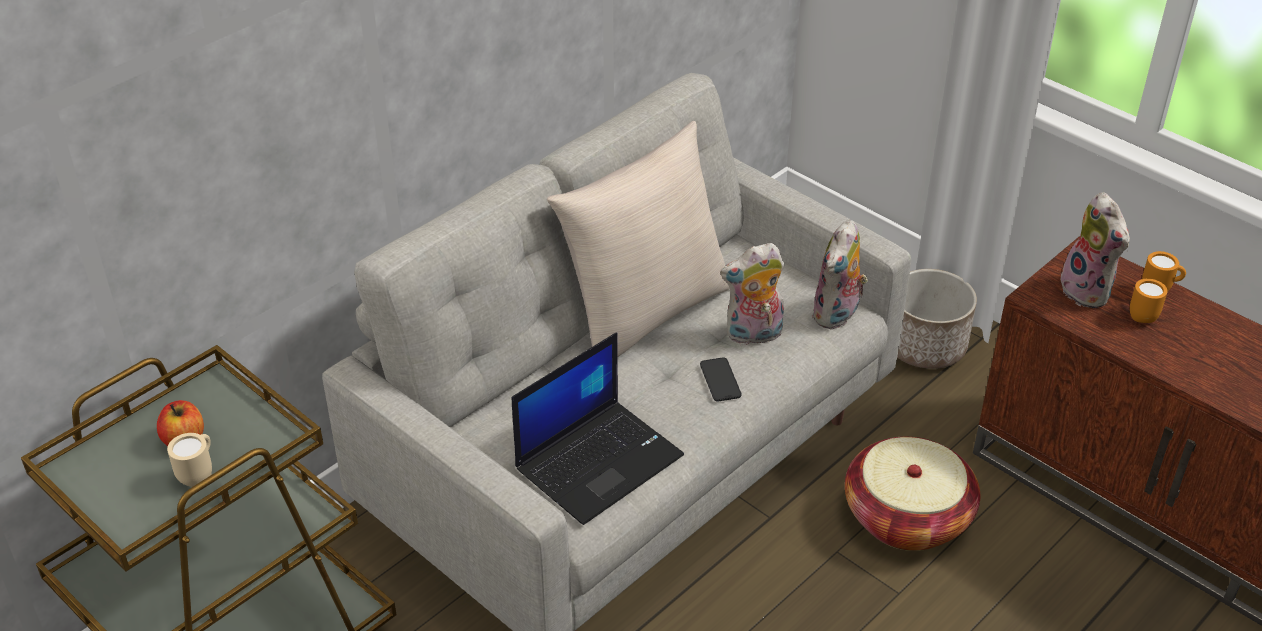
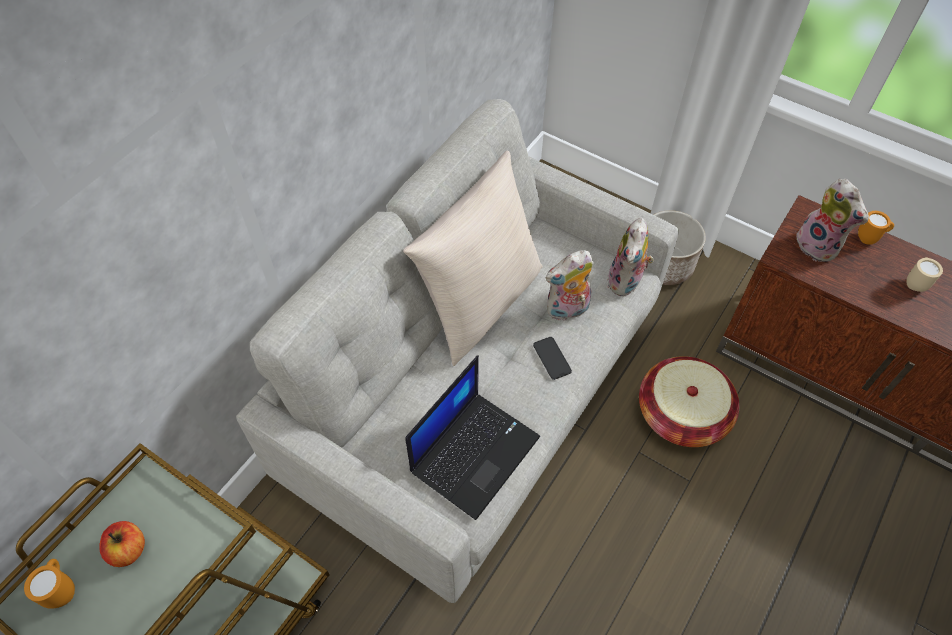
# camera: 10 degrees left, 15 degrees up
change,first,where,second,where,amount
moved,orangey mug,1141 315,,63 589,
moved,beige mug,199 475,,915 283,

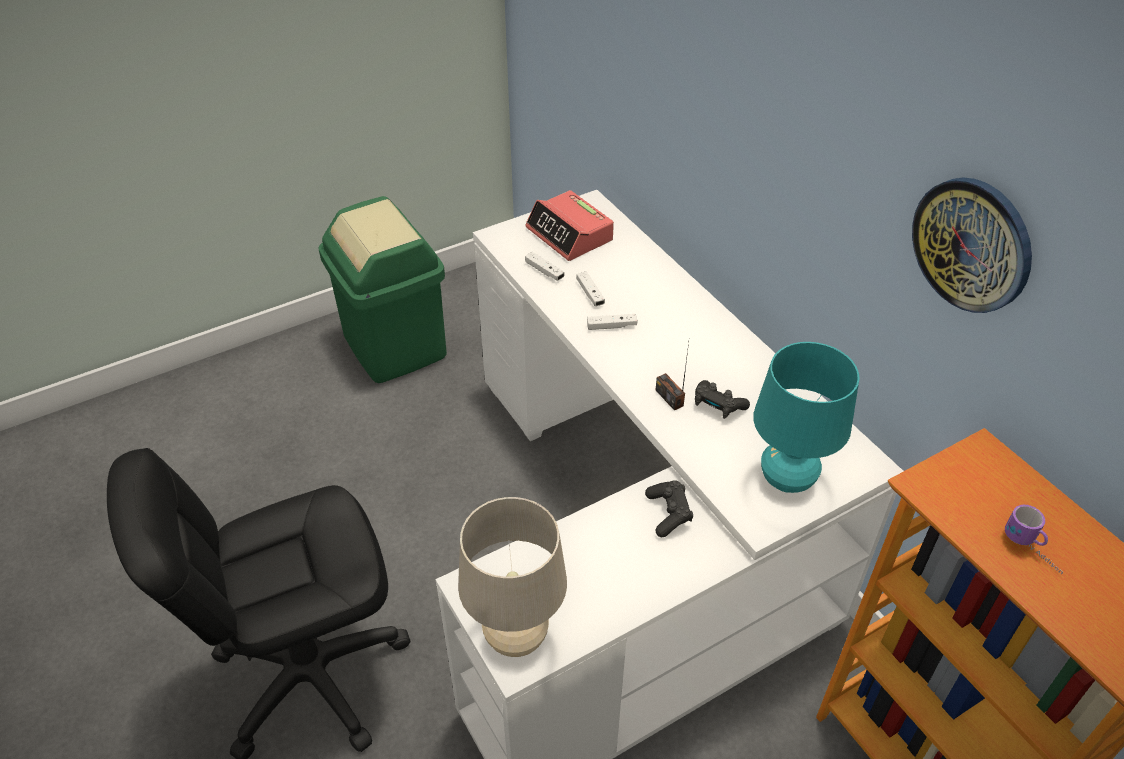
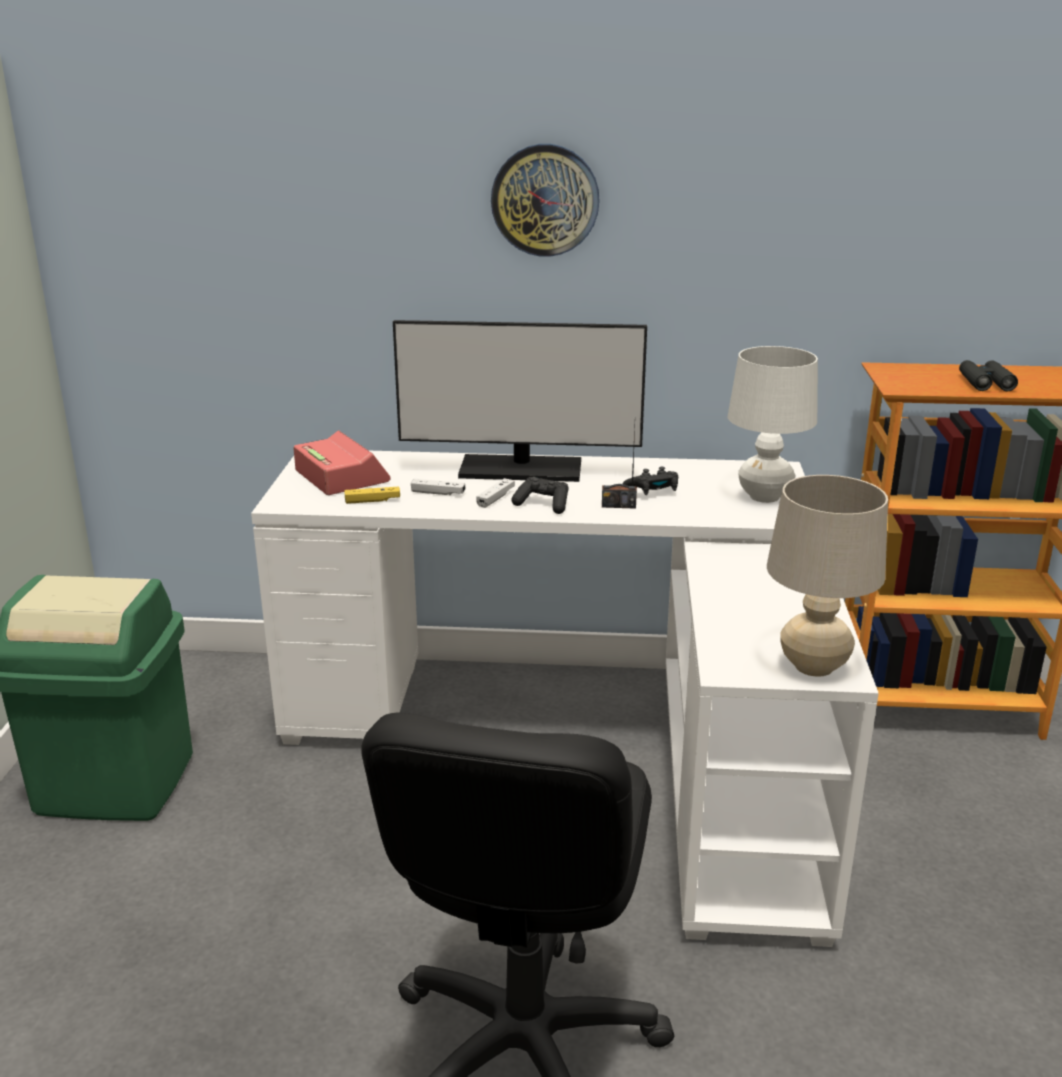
# camera: 55 degrees left, 20 degrees down
change,first,where,second,where,amount
turned,alarm clock,569 234,,341 476,120 degrees counterclockwise
recoloured,white-coloured game controller,544 271,yellowish game controller,372 501,
added,,,computer screen,520 469,
moved,hanging clock,972 244,,545 200,
moved,black-coloured game controller,668 513,,543 505,
recoloured,blue-green table lamp,787 480,white-coloured table lamp,764 497,
replaced,mug,1031 552,black-coloured pair of binoculars,985 383,

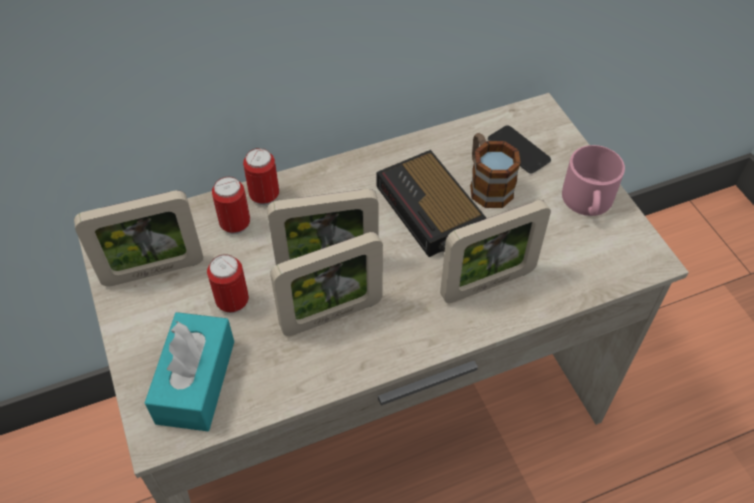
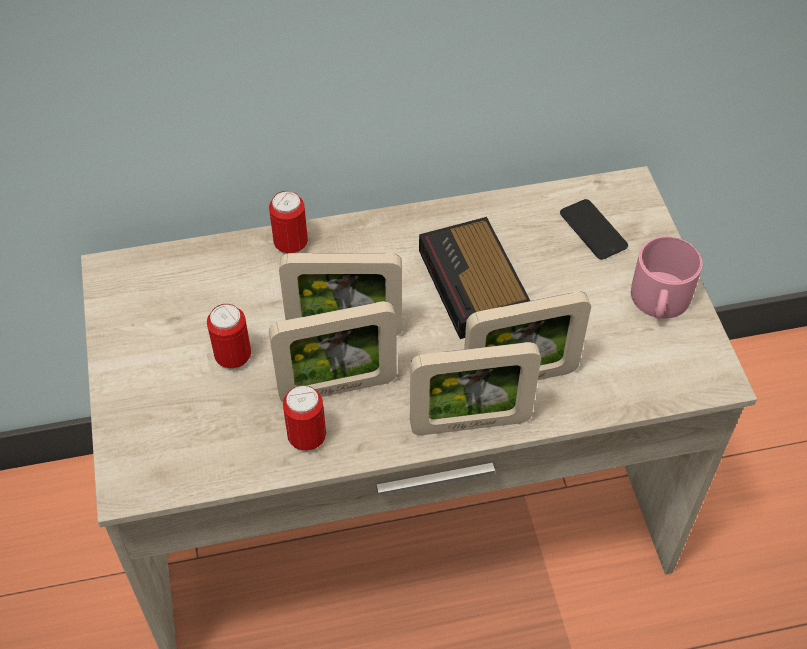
# camera: 10 degrees right, 0 degrees up
change,first,where,second,where,amount
moved,metal can,235 224,,307 438,
moved,picture frame,153 271,,470 423,
removed,blue-green box of tissues,195 381,,,
removed,mug,487 184,,,

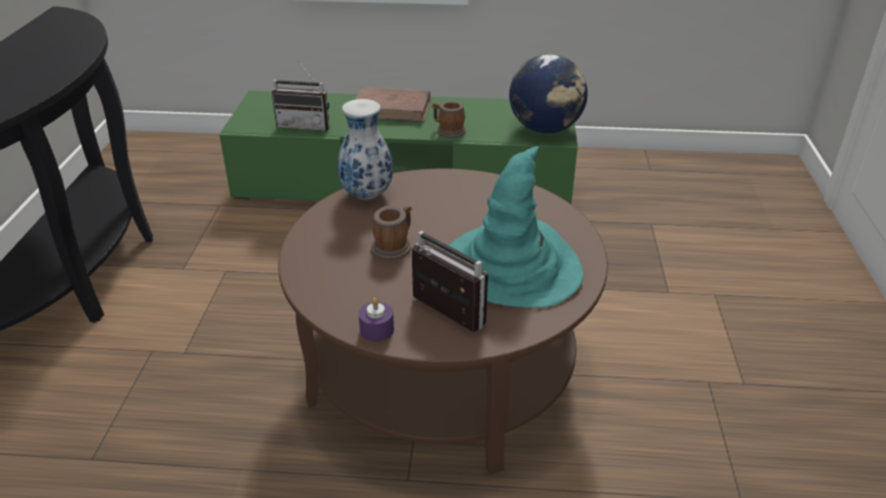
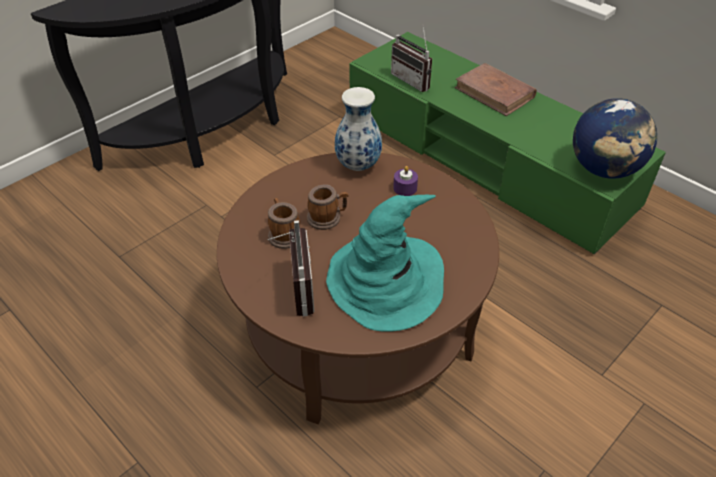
# camera: 40 degrees right, 10 degrees up
change,first,where,second,where,amount
moved,mug,448 131,,284 234,
moved,purple-coloured wax candle,376 330,,405 188,

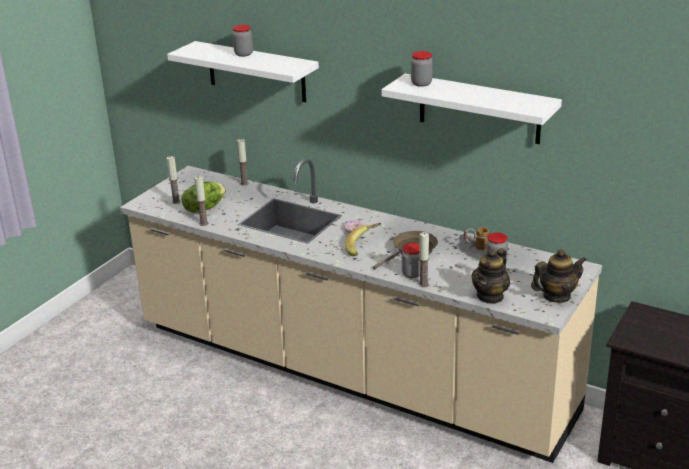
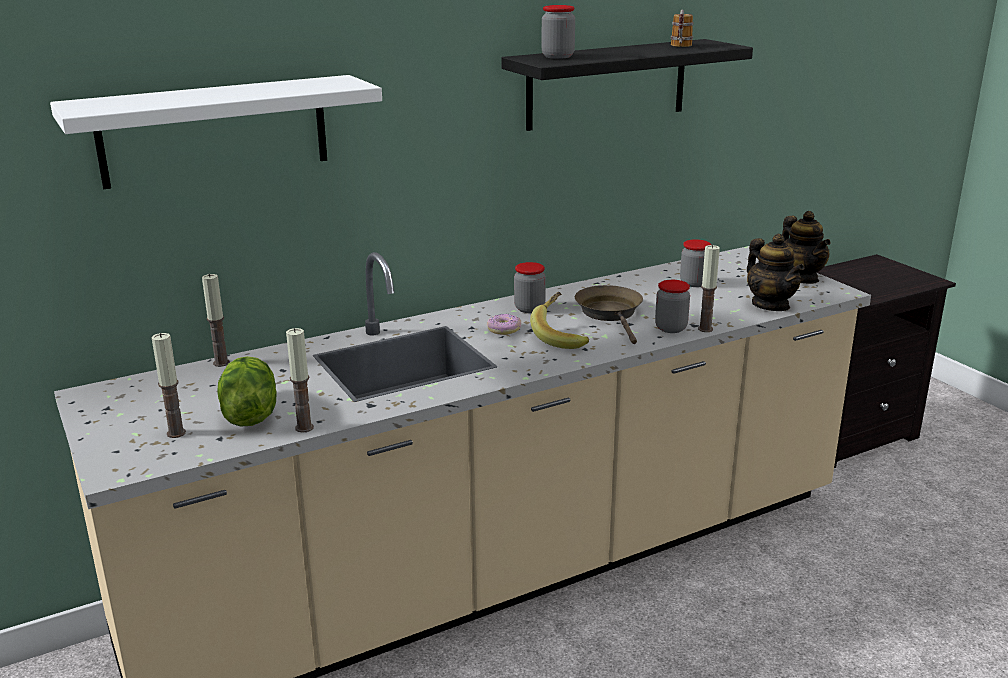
# camera: 60 degrees left, 5 degrees down
change,first,where,second,where,amount
recoloured,white-coloured shelf,479 109,black-coloured shelf,607 84,
moved,preserve jar,243 54,,529 308,
moved,mug,476 248,,680 47,
turned,teapot,556 296,,801 278,150 degrees clockwise

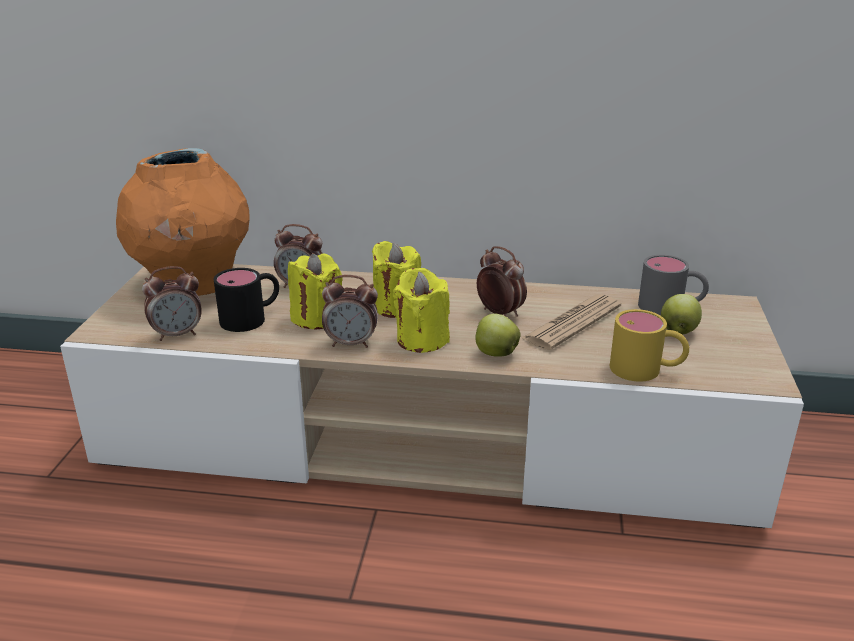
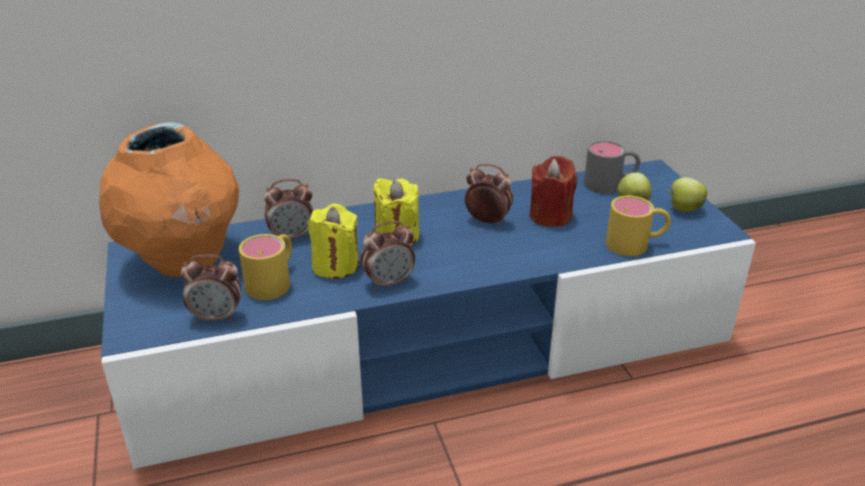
# camera: 25 degrees left, 5 degrees up
change,first,where,second,where,amount
recoloured,beige tv stand,427 440,bluish tv stand,432 347,
turned,alarm clock,178 334,,217 317,45 degrees clockwise
recoloured,black-coloured mug,252 317,yellowish mug,274 280,
replaced,printed paper,572 323,red wax candle,550 216,
moved,whole apple,495 353,,683 209,
removed,yellowish wax candle,422 340,,,

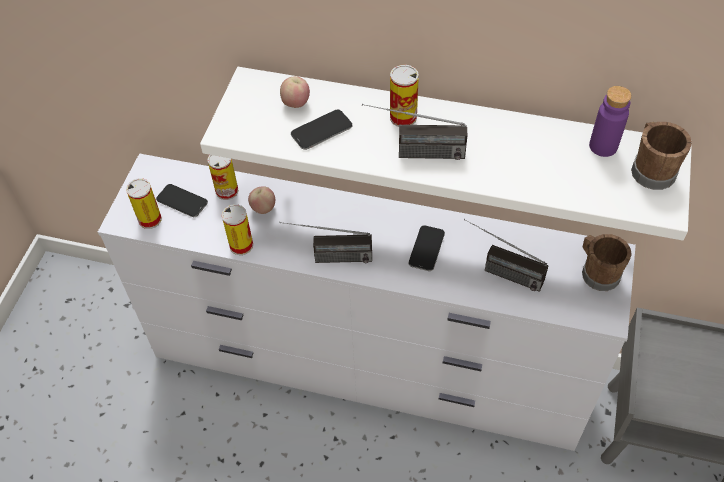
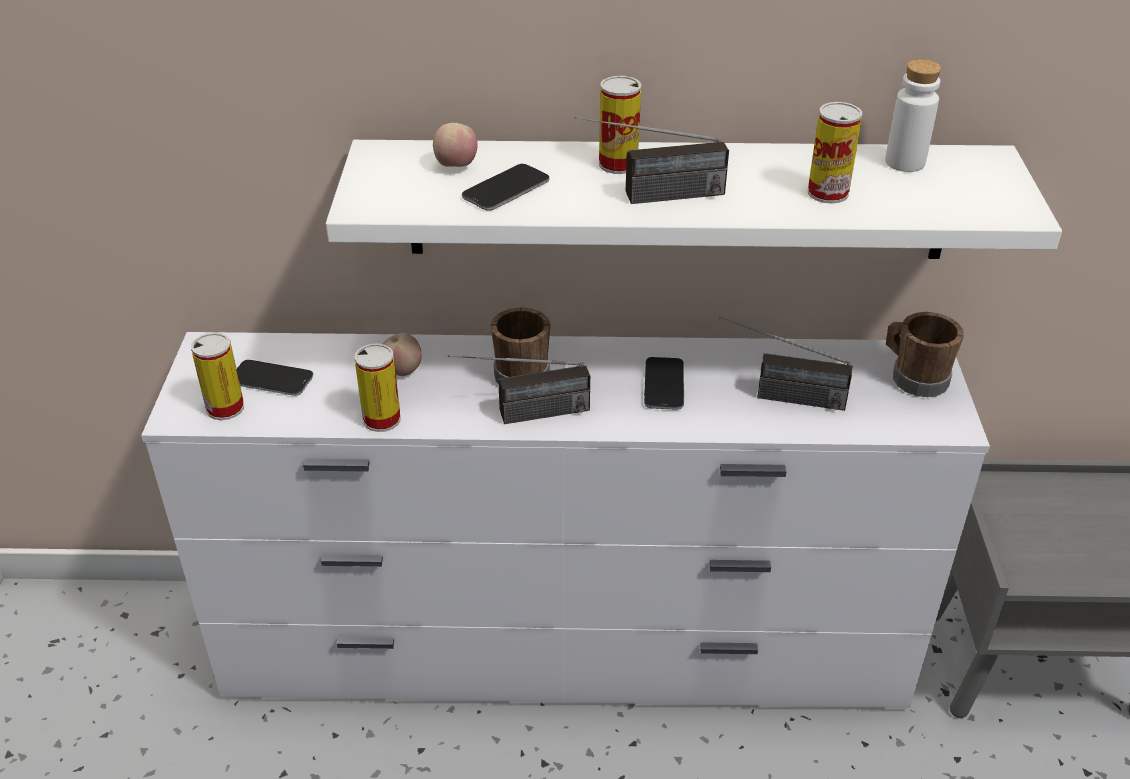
# camera: 15 degrees left, 15 degrees down
change,first,where,second,where,amount
moved,brownish mug,651 169,,519 372,
moved,metal can,227 191,,828 193,
recoloured,purple-coloured beverage bottle,603 146,white-coloured beverage bottle,905 162,

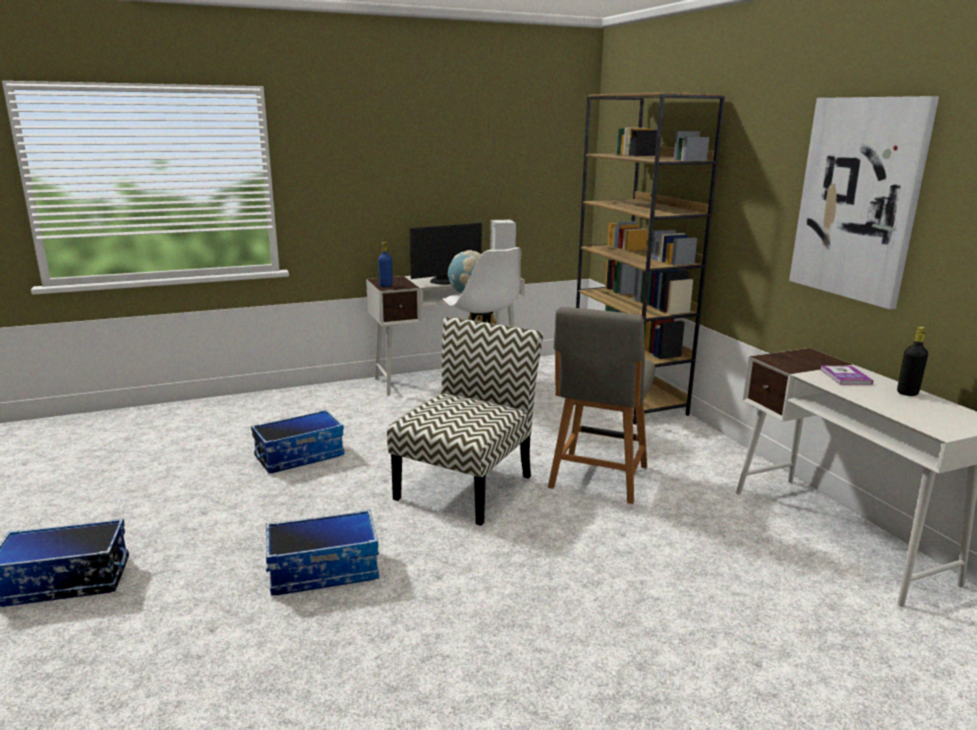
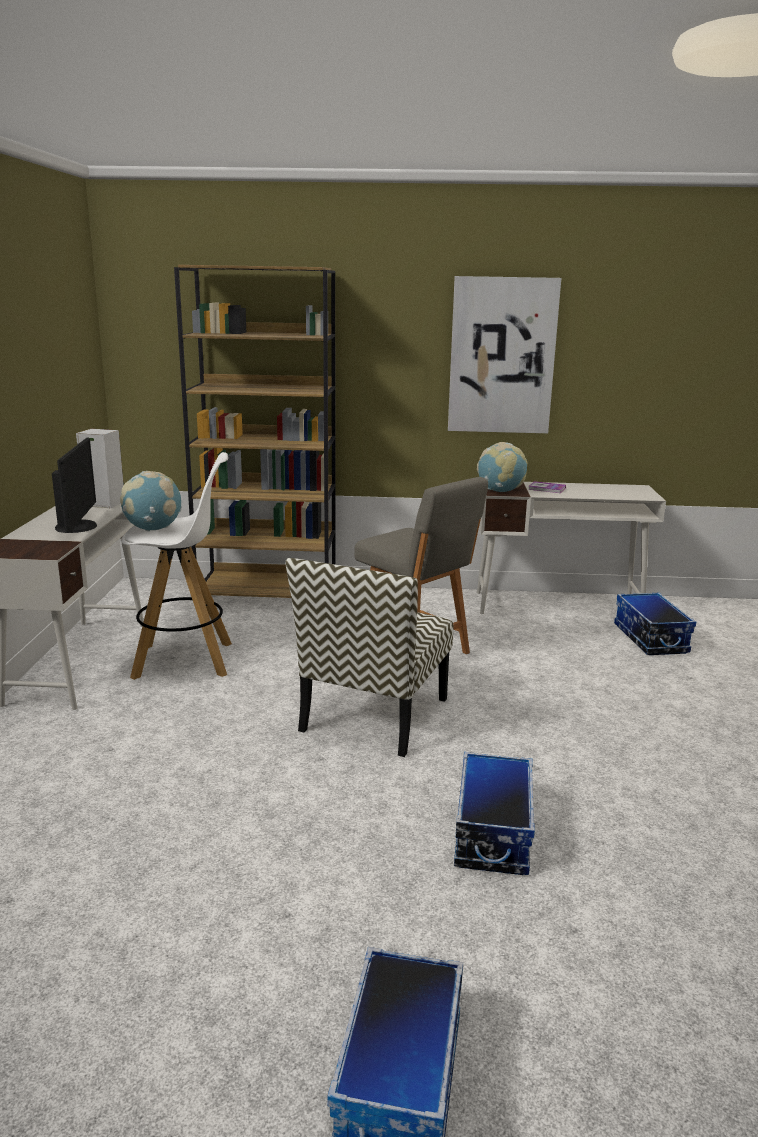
# camera: 65 degrees left, 0 degrees up
change,first,where,second,where,amount
turned,plain chair,465 486,,374 716,120 degrees counterclockwise
added,,,globe,500 491,
moved,storage container,300 456,,649 638,
removed,bluish beverage bottle,386 285,,,
removed,black-coloured beverage bottle,907 393,,,

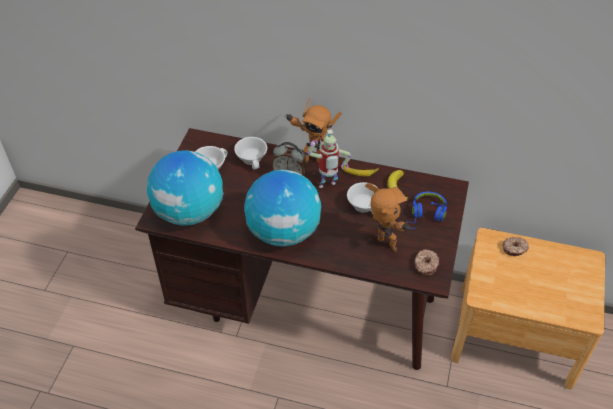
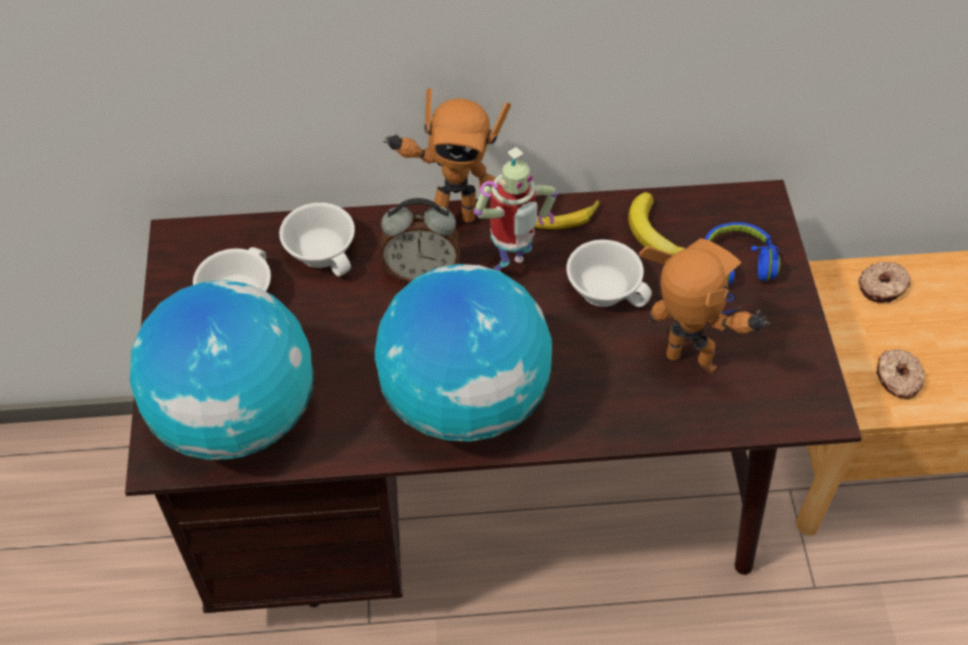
# camera: 20 degrees left, 5 degrees up
change,first,where,second,where,amount
moved,doughnut,425 265,,897 379,

